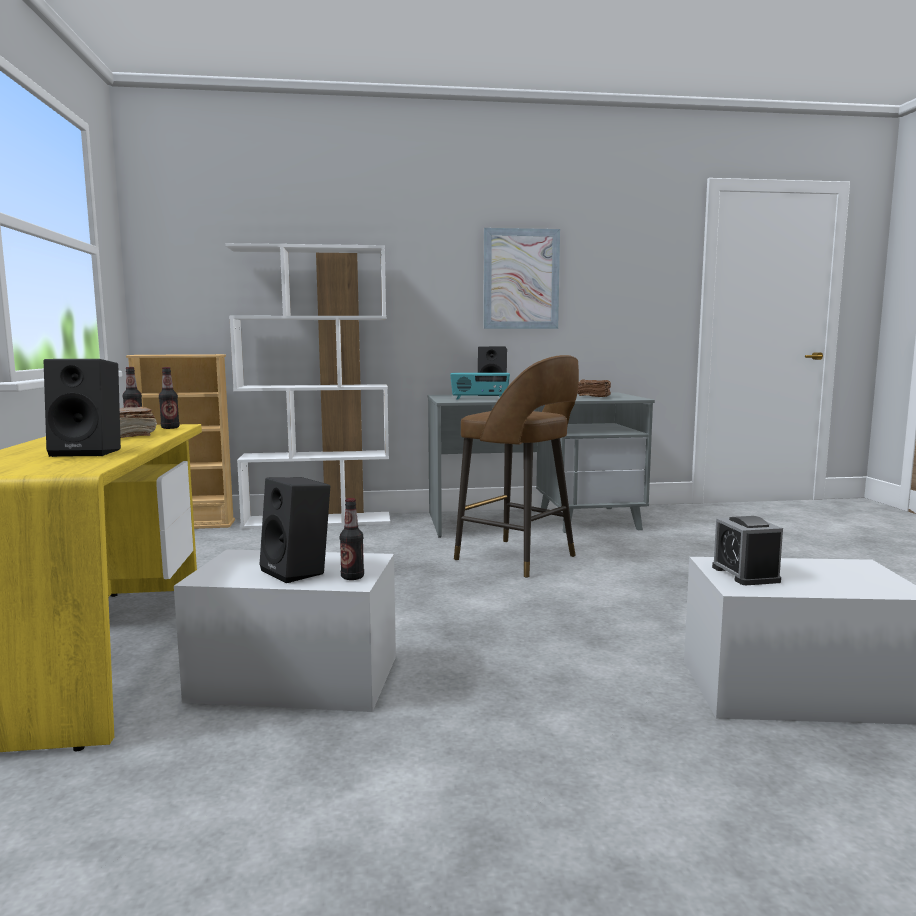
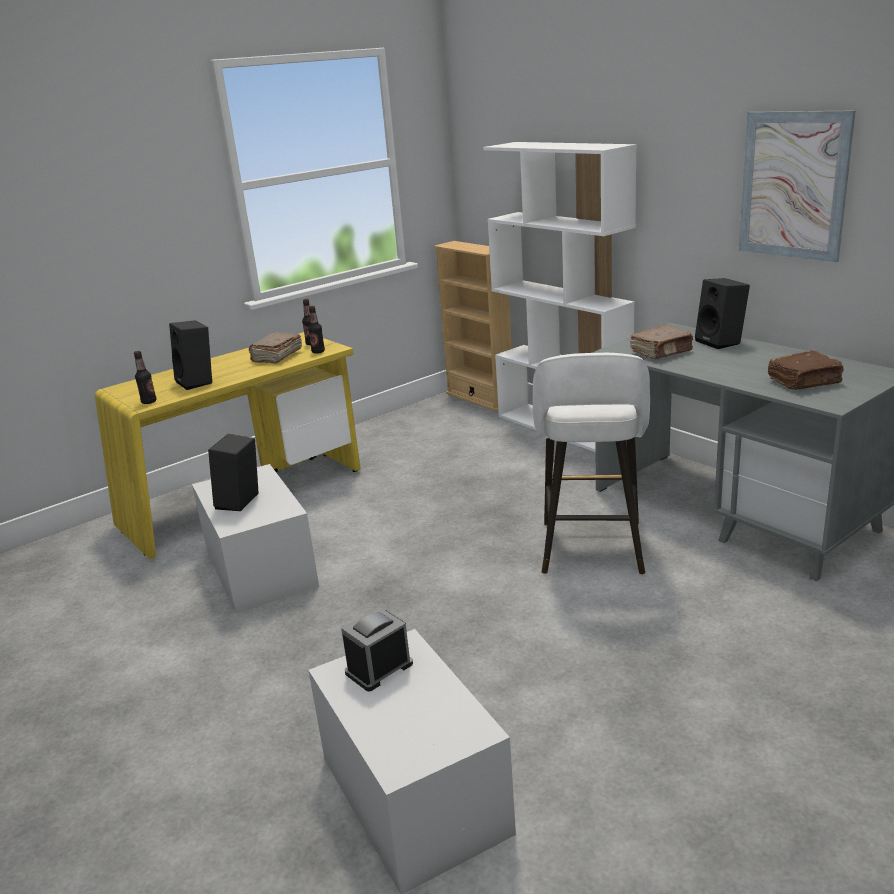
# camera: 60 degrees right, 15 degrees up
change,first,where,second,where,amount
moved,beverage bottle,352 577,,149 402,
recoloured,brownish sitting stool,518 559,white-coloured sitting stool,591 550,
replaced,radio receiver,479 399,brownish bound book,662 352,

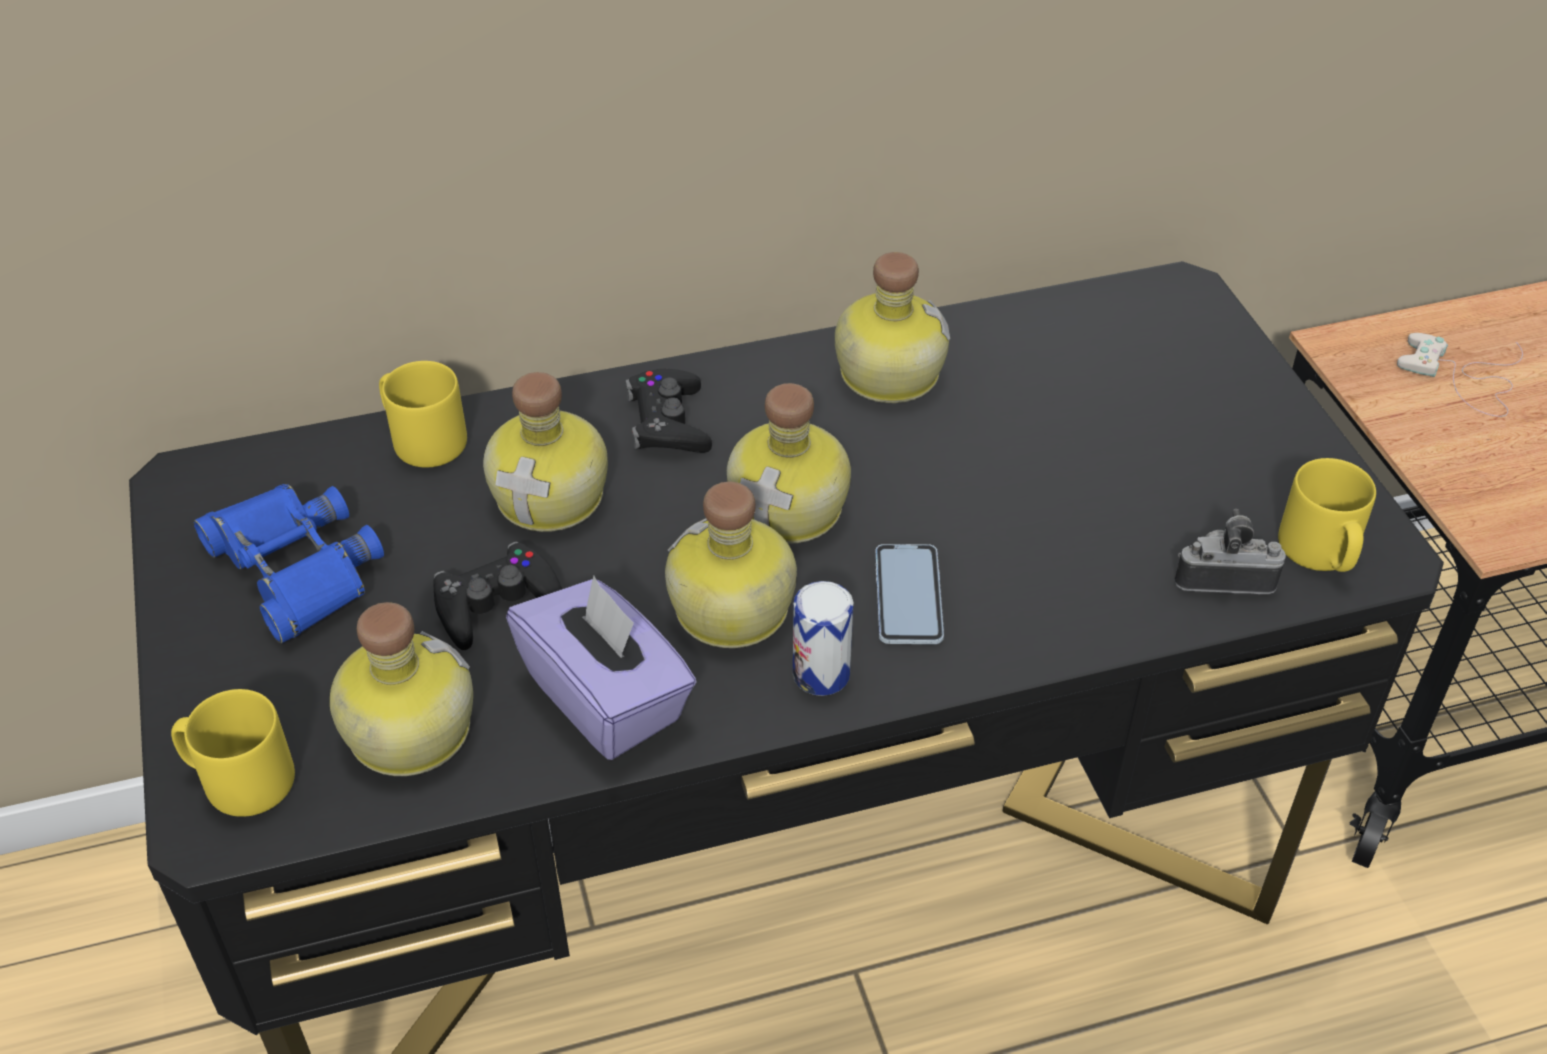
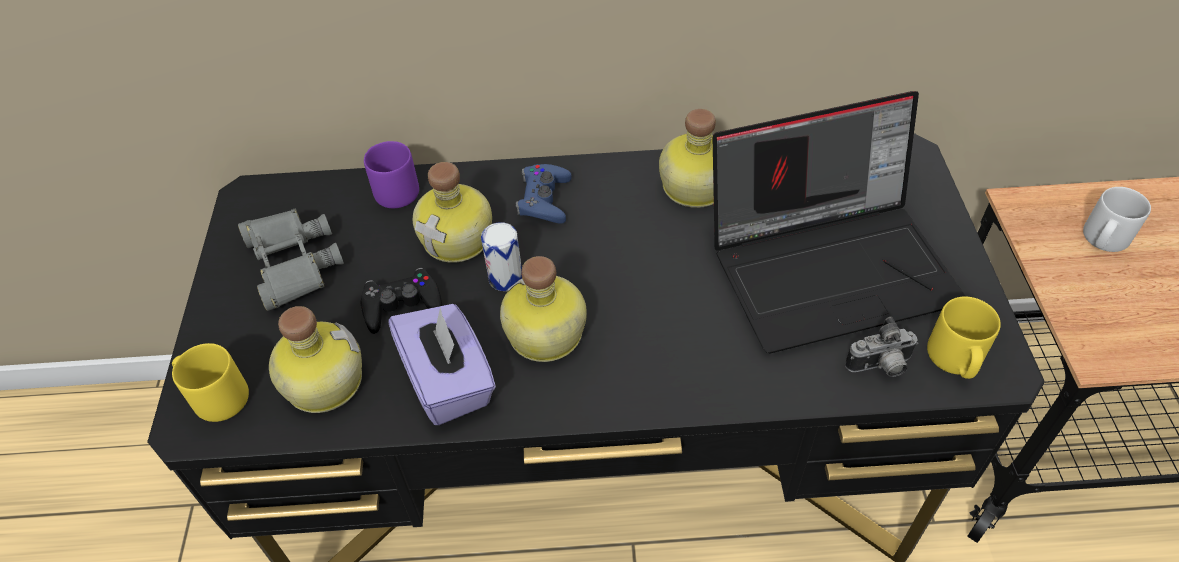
# camera: 15 degrees right, 5 degrees up
change,first,where,second,where,amount
recoloured,bluish pair of binoculars,294 569,gray pair of binoculars,292 262,
recoloured,yellowish mug,423 440,purple-coloured mug,393 189,
moved,metal can,821 674,,505 278,
recoloured,black-coloured game controller,668 422,bluish game controller,544 199,
added,,,portable computer,831 265,
turned,still camera,1223 578,,880 367,150 degrees clockwise
replaced,white-coloured game controller,1464 379,gray mug,1103 240,
removed,beverage bottle,792 507,,,
removed,phone,908 596,,,

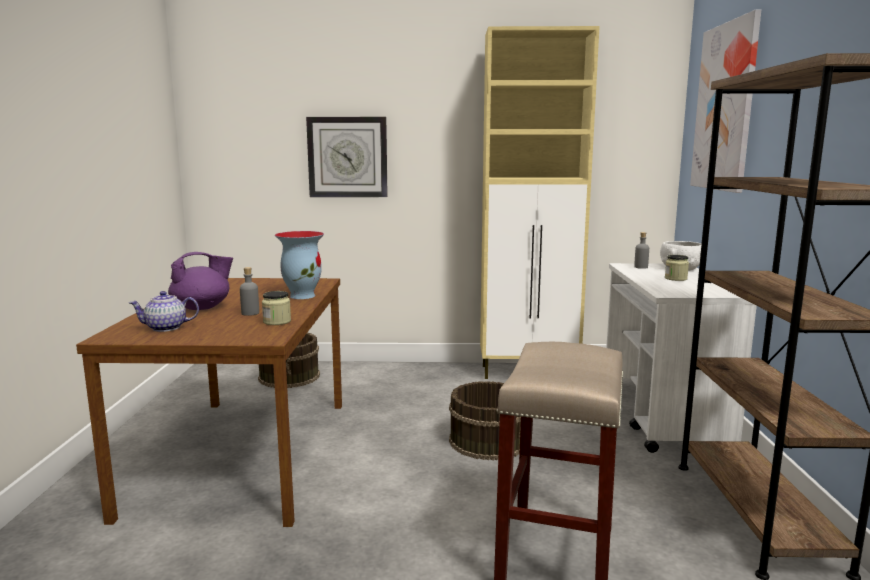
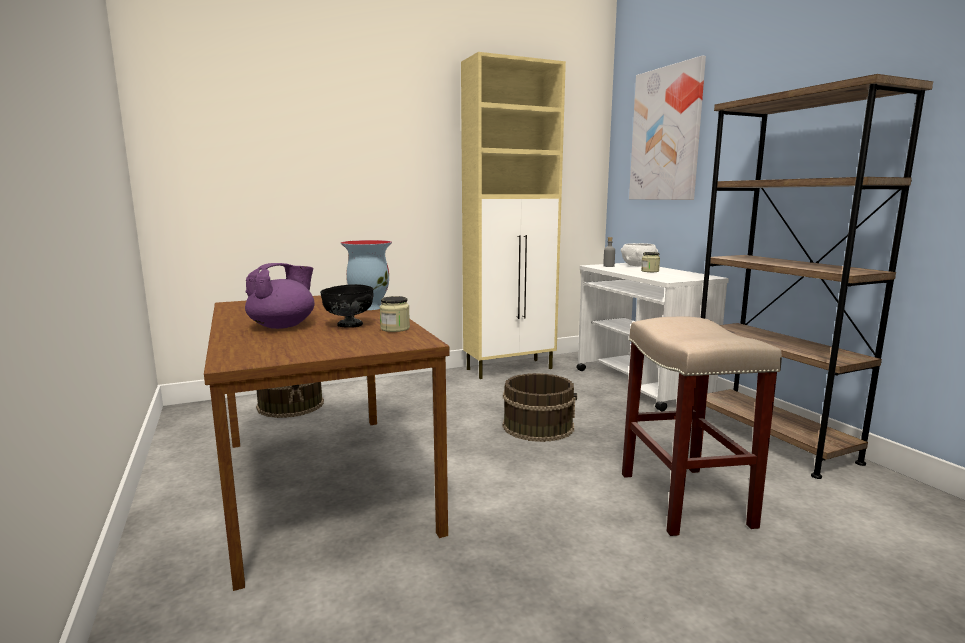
# camera: 25 degrees left, 0 degrees up
change,first,where,second,where,amount
replaced,gray beverage bottle,250 313,black-coloured serving bowl,349 325,
removed,teapot,166 328,,,
removed,hanging clock,347 157,,,

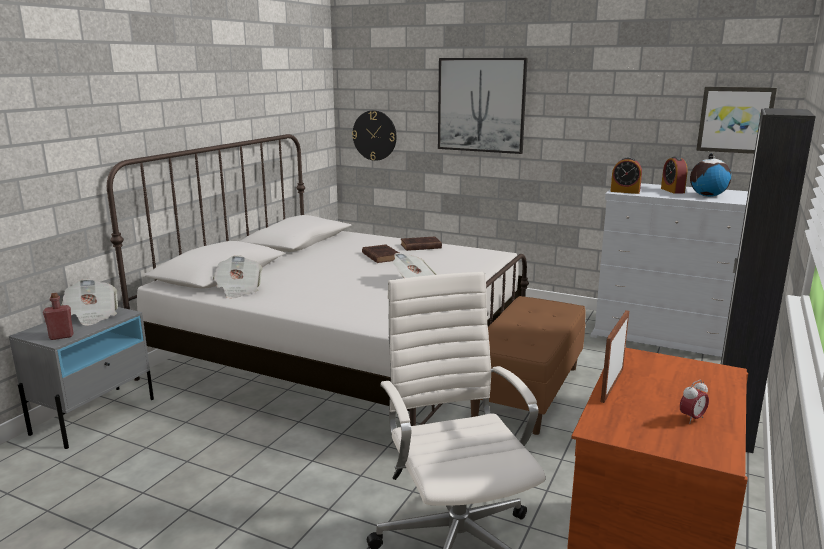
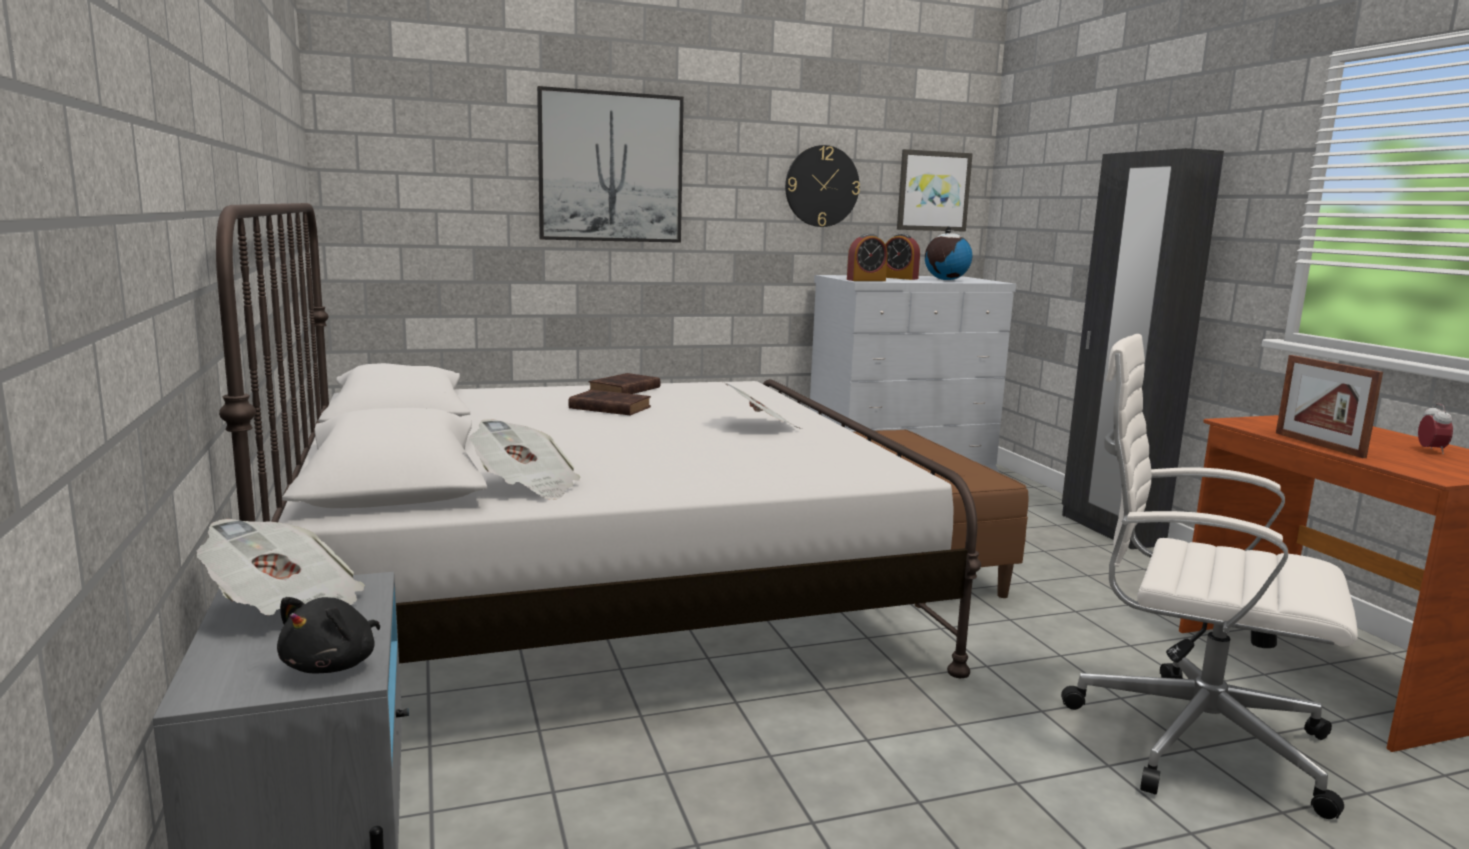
# camera: 45 degrees left, 5 degrees down
change,first,where,second,where,amount
replaced,red beverage bottle,61 336,black-coloured soft toy,333 665,
moved,hanging clock,374 135,,822 186,

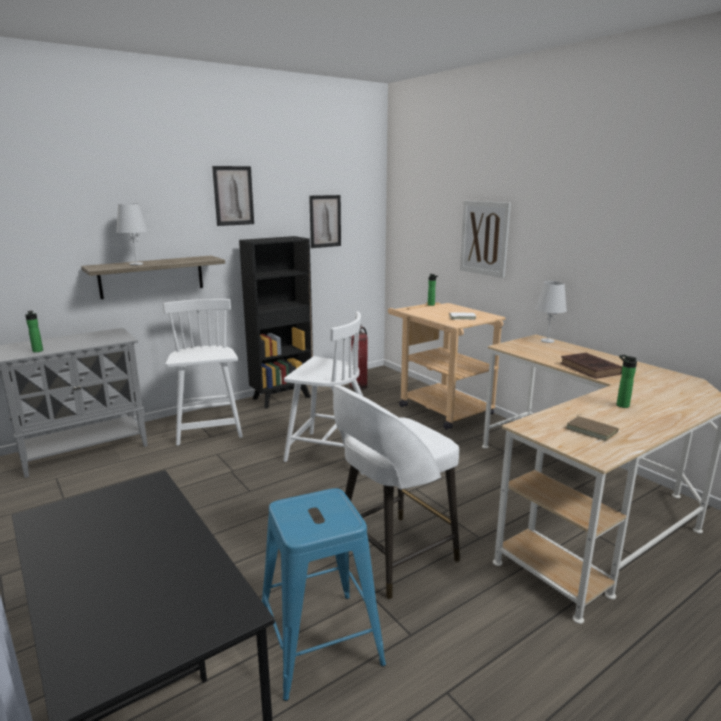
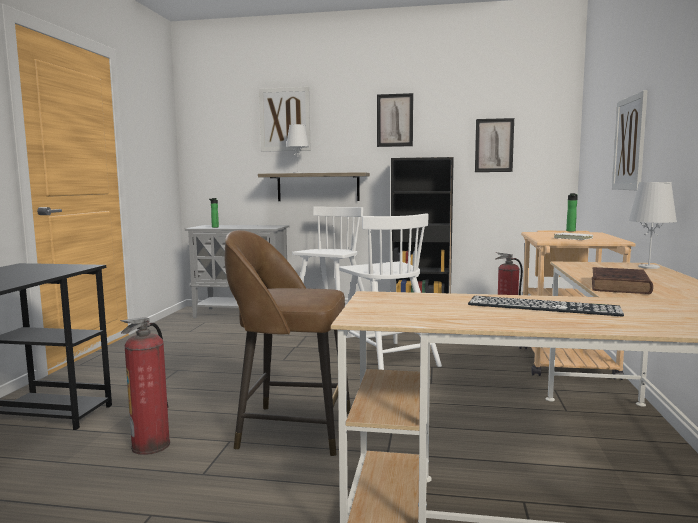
# camera: 45 degrees right, 10 degrees down
change,first,where,second,where,amount
replaced,bluish sitting stool,319 642,extinguisher,151 446,
recoloured,white-coloured sitting stool,392 556,brownish sitting stool,292 429,
added,,,wall picture,285 119,
replaced,beverage bottle,621 405,PC keyboard,542 306,
removed,brownish bound book,592 430,,,

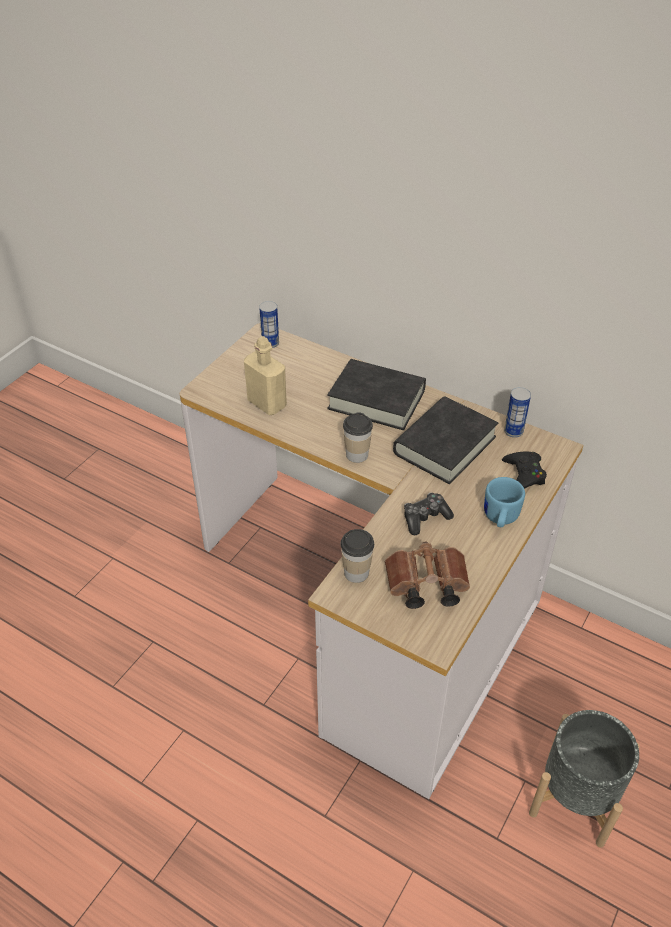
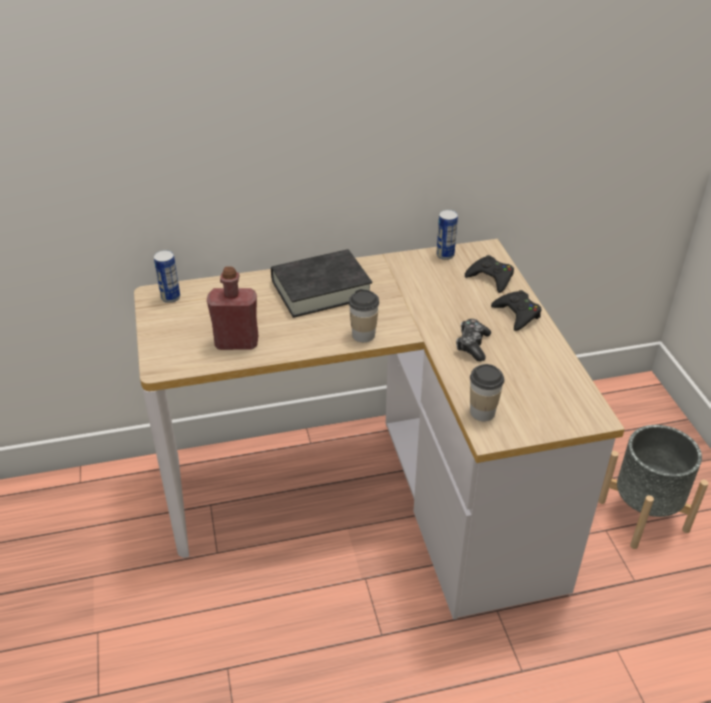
# camera: 45 degrees left, 5 degrees down
change,first,where,second,where,amount
recoloured,beige beverage bottle,267 404,red beverage bottle,237 343,
replaced,bluish mug,499 519,black-coloured game controller,517 314,
removed,brownish pair of binoculars,424 586,,,
removed,black-coloured bound book,444 445,,,

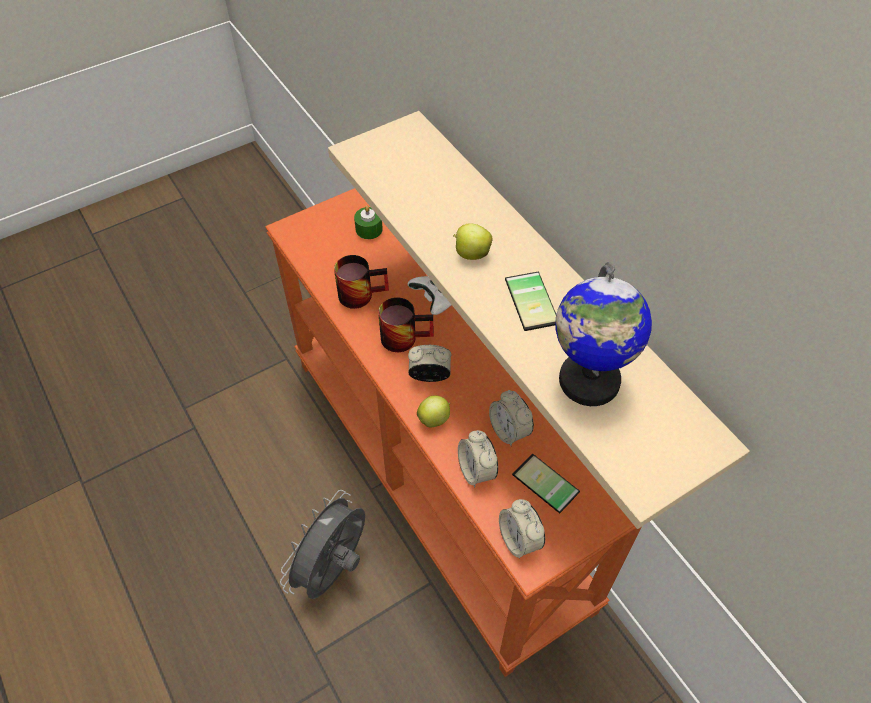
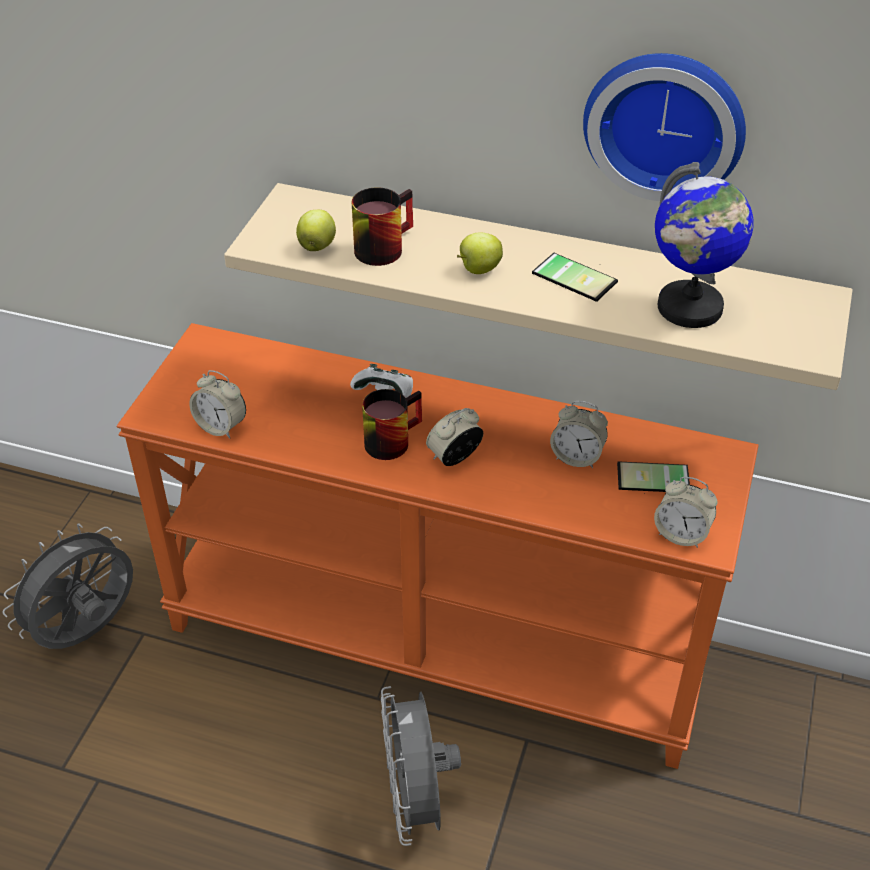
# camera: 40 degrees left, 10 degrees down
change,first,where,second,where,amount
added,,,gray electric fan,87 633,
moved,alarm clock,476 470,,221 426,
moved,whole apple,434 419,,317 246,
moved,mug,361 292,,381 245,
added,,,hanging clock,665 122,
removed,greenish wax candle,369 229,,,

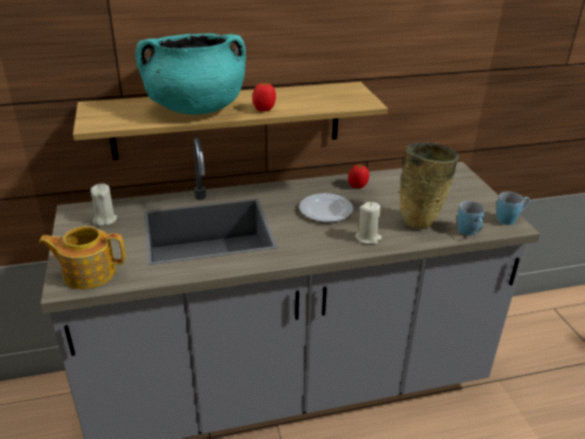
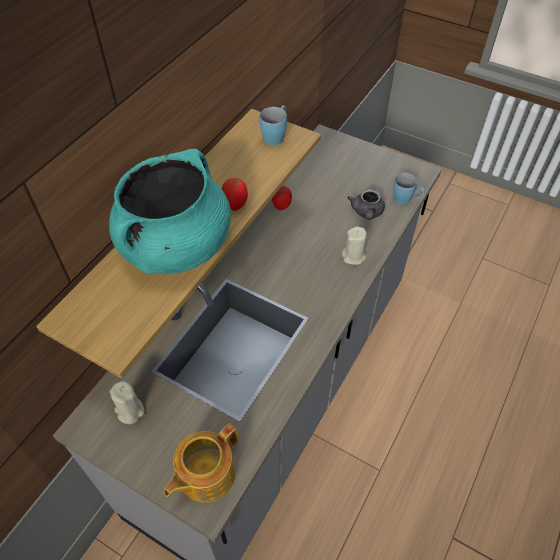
# camera: 45 degrees left, 20 degrees up
change,first,where,second,where,amount
moved,bluish mug,509 219,,275 136,
replaced,beige vase,420 222,gray teapot,367 213,
removed,plate,326 210,,,

